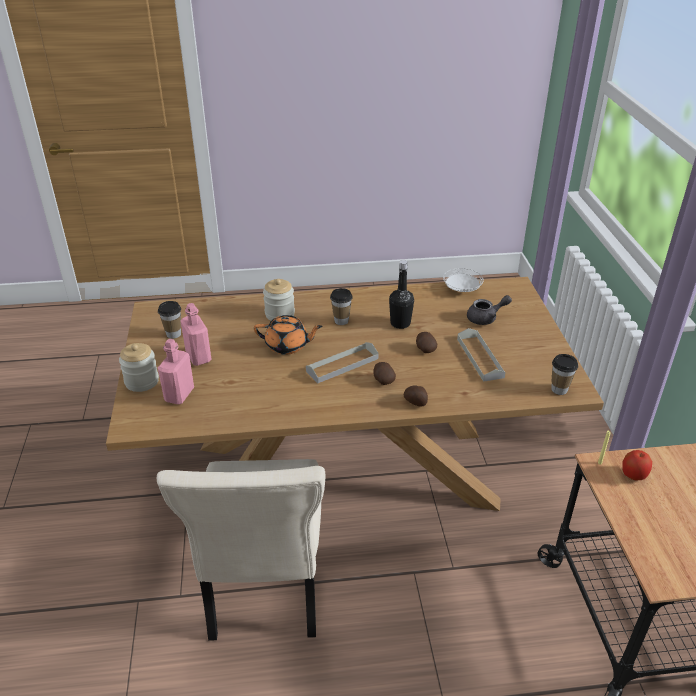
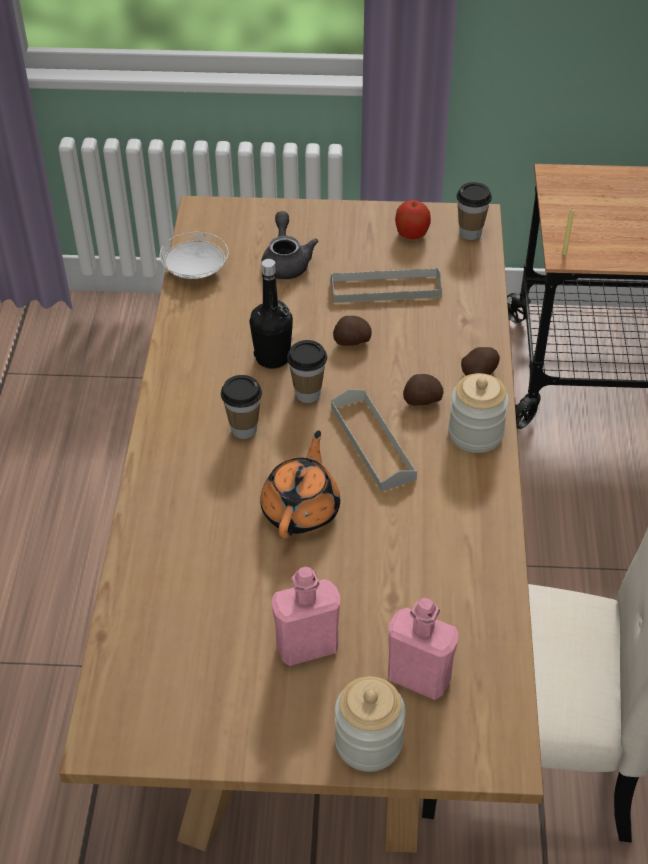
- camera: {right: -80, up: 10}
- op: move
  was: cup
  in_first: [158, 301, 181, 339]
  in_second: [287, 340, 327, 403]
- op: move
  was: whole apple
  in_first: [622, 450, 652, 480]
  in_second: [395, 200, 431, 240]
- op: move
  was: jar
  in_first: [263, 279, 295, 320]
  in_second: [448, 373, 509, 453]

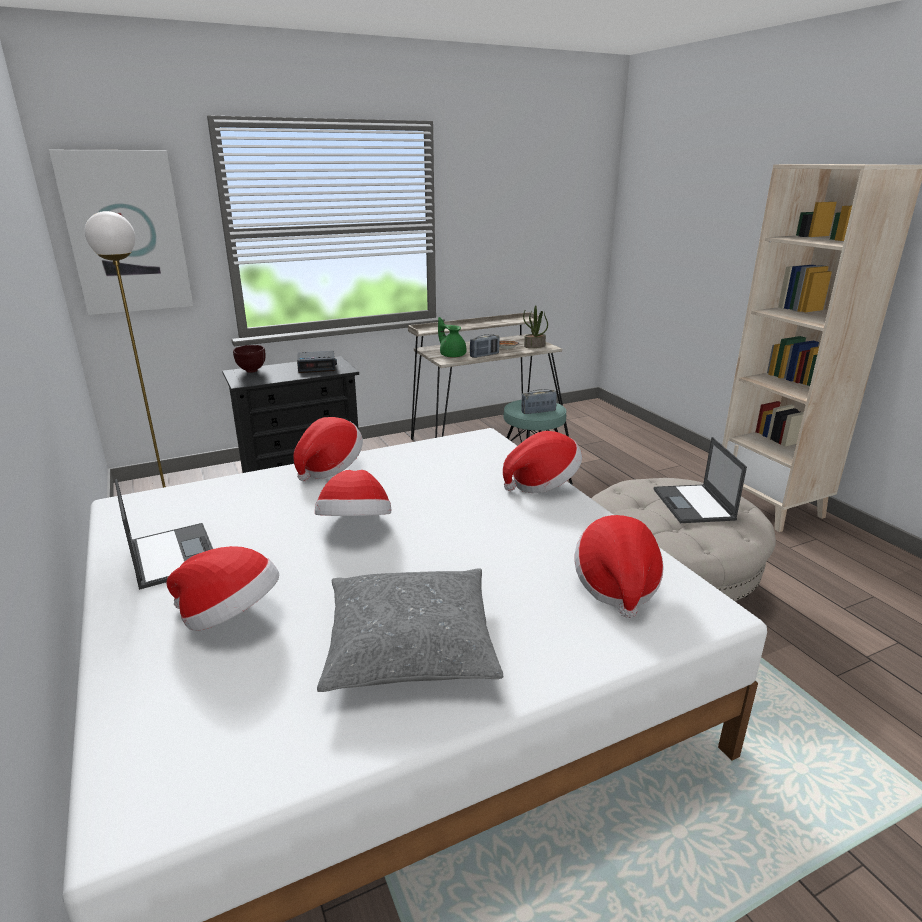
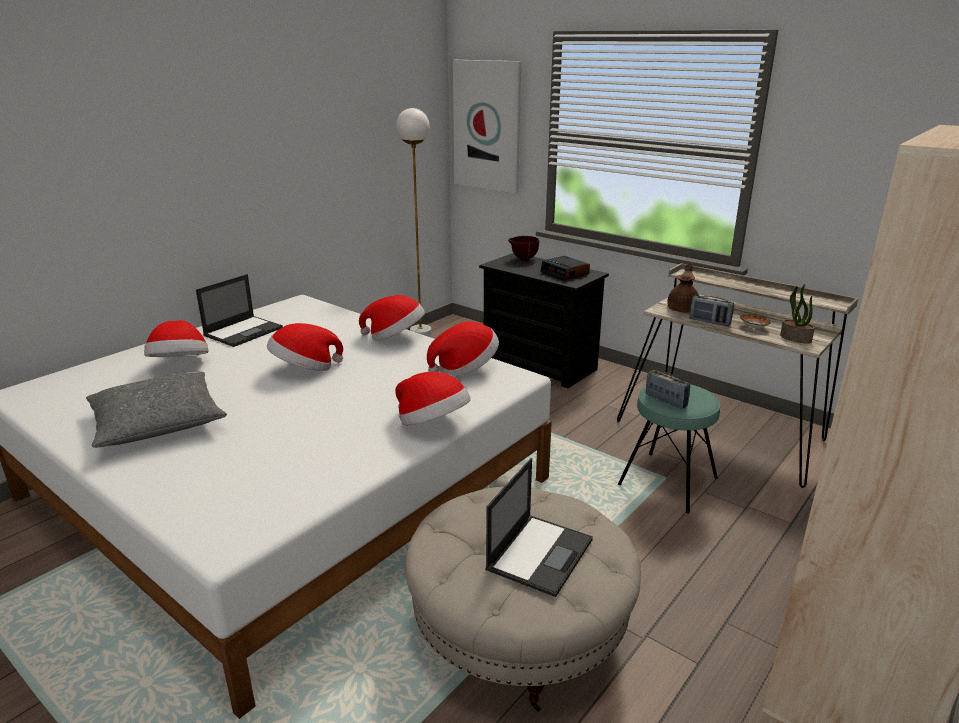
- camera: {right: 65, up: 0}
- op: move
  was: hat
  in_first: [575, 515, 664, 618]
  in_second: [427, 321, 499, 377]
- op: rotate
  was: portable computer
  in_first: [654, 437, 747, 523]
  in_second: [485, 458, 593, 597]
  clockwise: 150
- op: recolor
  was: tea pot in green
  now: tea pot in brownish
  in_first: [438, 317, 467, 358]
  in_second: [667, 262, 699, 312]

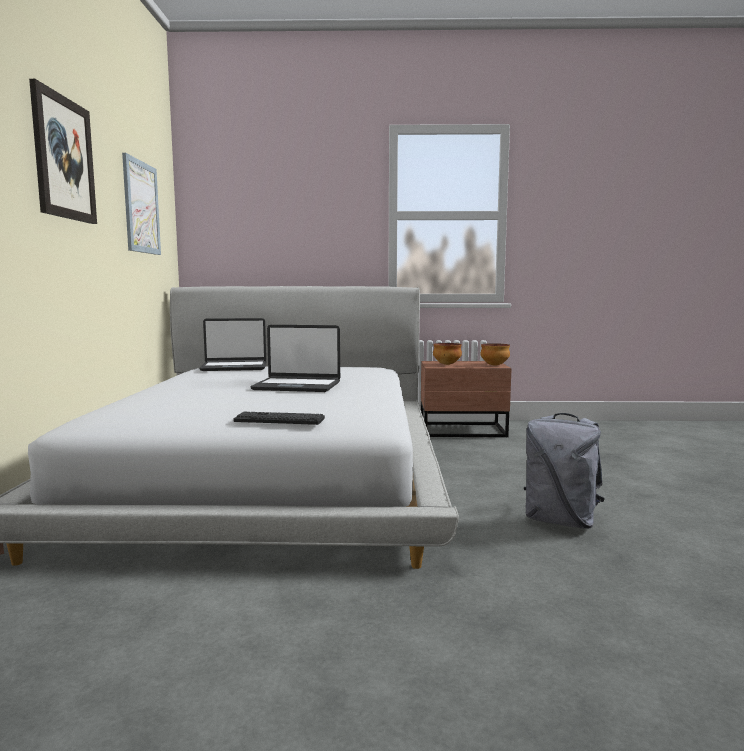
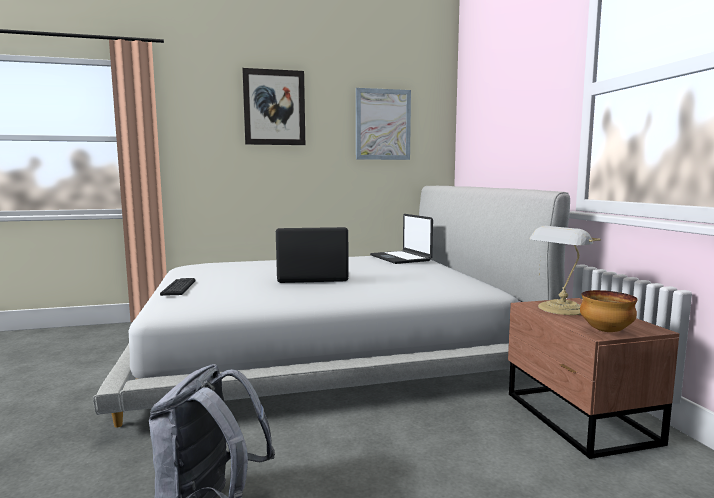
- camera: {right: 75, up: 0}
- op: rotate
  was: portable computer
  in_first: [250, 325, 340, 392]
  in_second: [276, 227, 349, 283]
  clockwise: 90
- op: replace
  was: deep dish
  now: table lamp
  in_first: [433, 343, 462, 365]
  in_second: [530, 226, 601, 315]

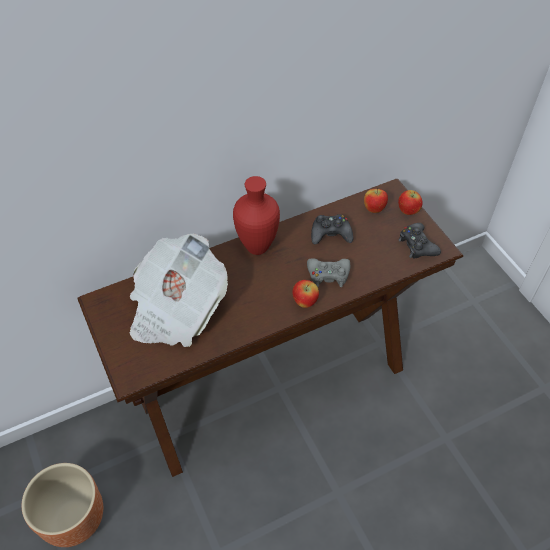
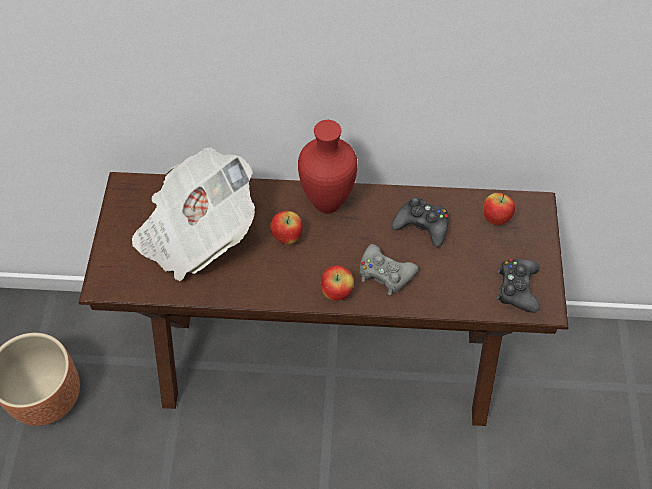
- camera: {right: 30, up: 5}
- op: move
  was: whole apple
  in_first: [398, 190, 423, 215]
  in_second: [270, 211, 303, 244]

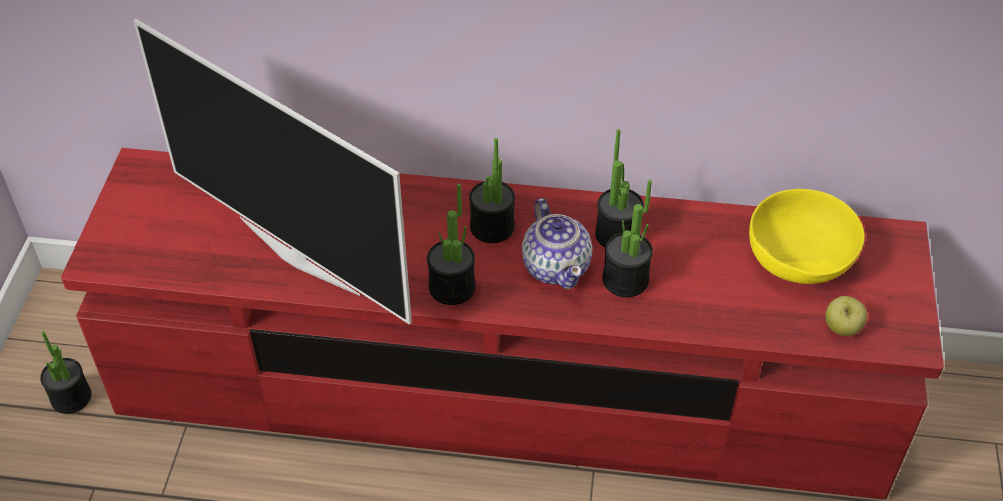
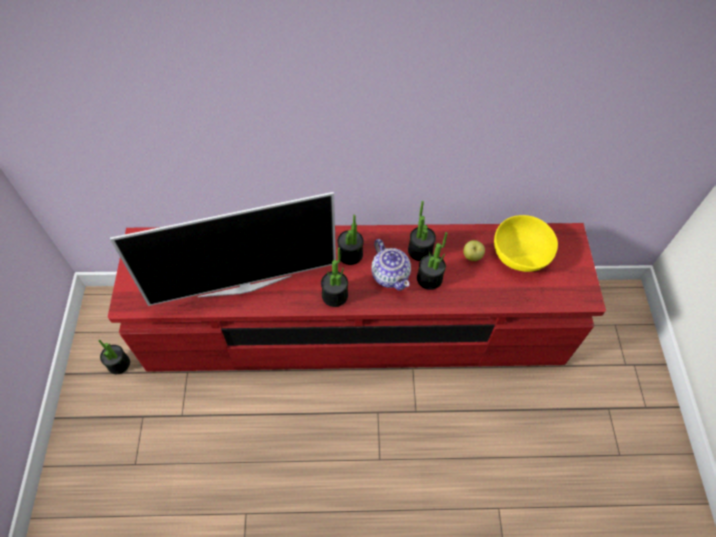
- camera: {right: -10, up: 10}
- op: rotate
  was: TV set
  in_first: [133, 19, 412, 325]
  in_second: [110, 192, 336, 306]
  clockwise: -45
- op: move
  was: whole apple
  in_first: [825, 296, 867, 336]
  in_second: [463, 240, 485, 261]

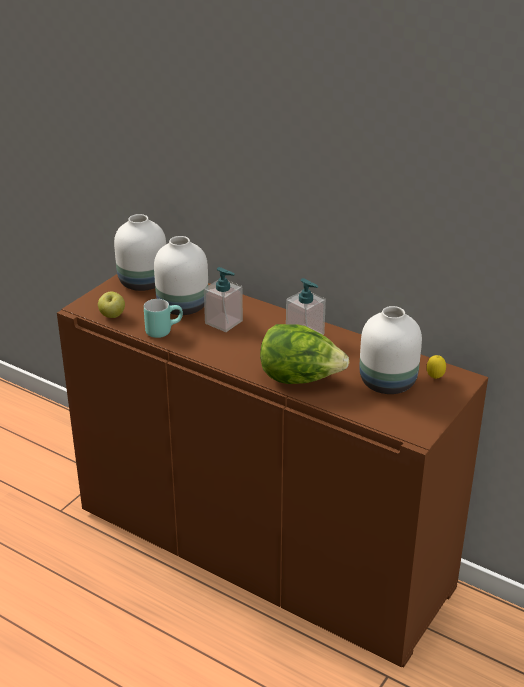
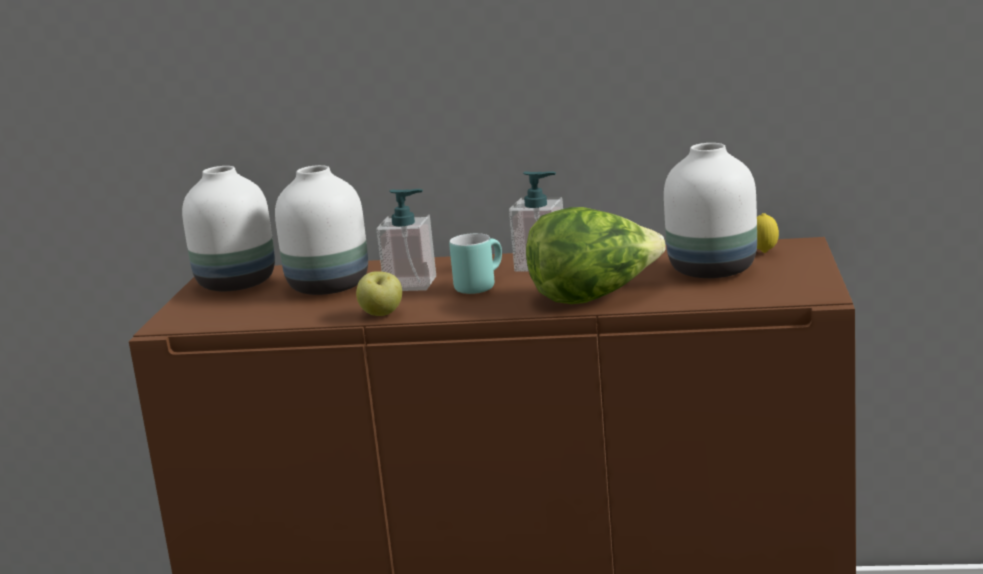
- camera: {right: -25, up: -15}
- op: move
  was: whole apple
  in_first: [98, 292, 125, 318]
  in_second: [356, 271, 402, 316]
- op: move
  was: mug in turquoise
  in_first: [144, 299, 183, 338]
  in_second: [449, 233, 502, 294]

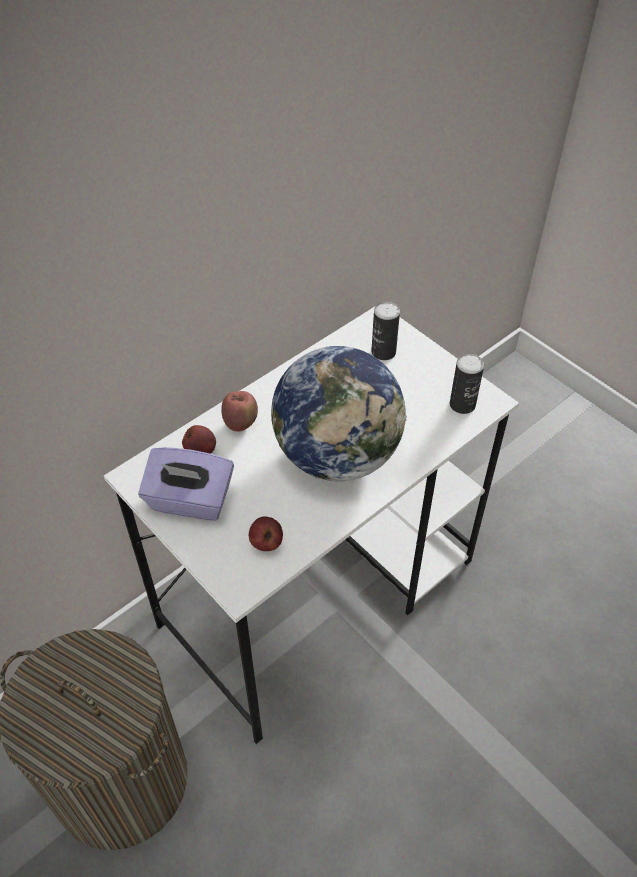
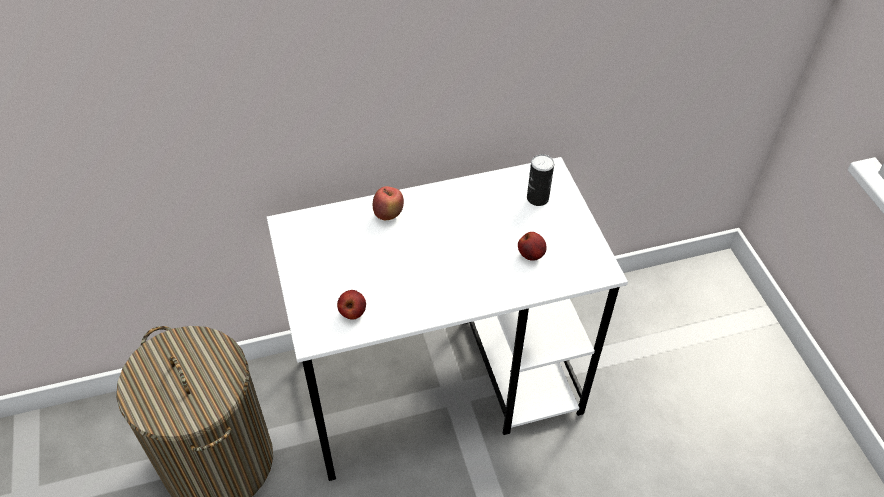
- camera: {right: 25, up: 0}
- op: move
  was: whole apple
  in_first: [182, 425, 216, 454]
  in_second: [518, 232, 546, 261]
- op: delete
  was: box of tissues in purple-coloured
  in_first: [138, 447, 234, 521]
- op: delete
  was: globe
  in_first: [271, 346, 407, 481]
- op: delete
  was: sealed can
  in_first: [450, 354, 484, 414]

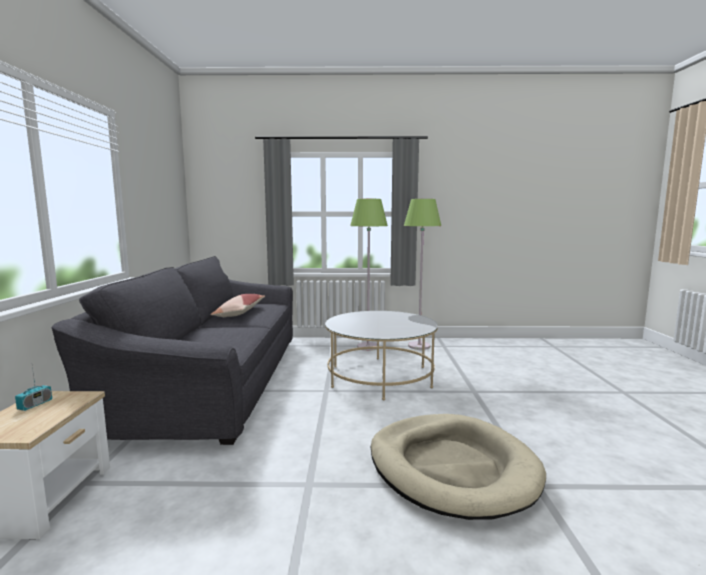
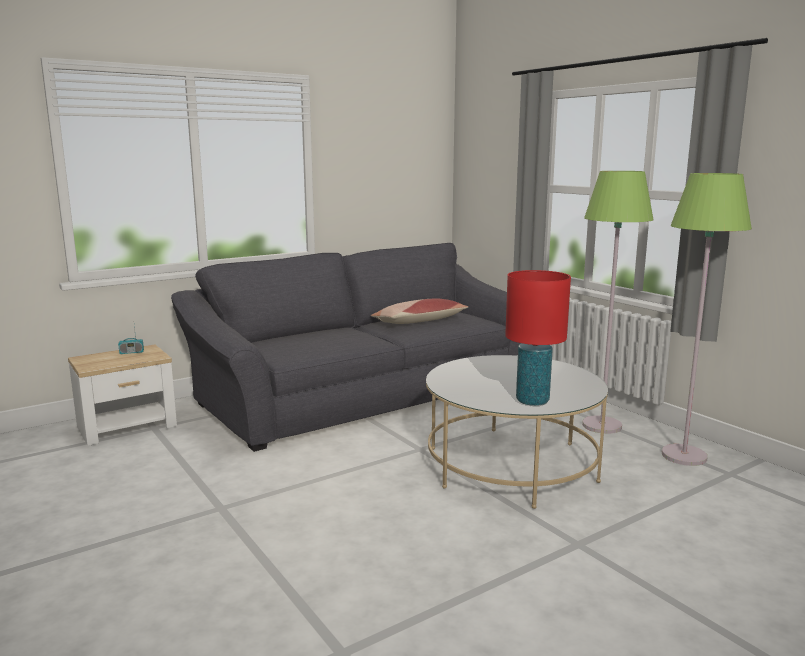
- camera: {right: 55, up: 5}
- op: insert
  now: table lamp in reddish
  in_second: [505, 270, 571, 406]
- op: delete
  was: dog cushion in beige-coloured
  in_first: [371, 414, 546, 520]

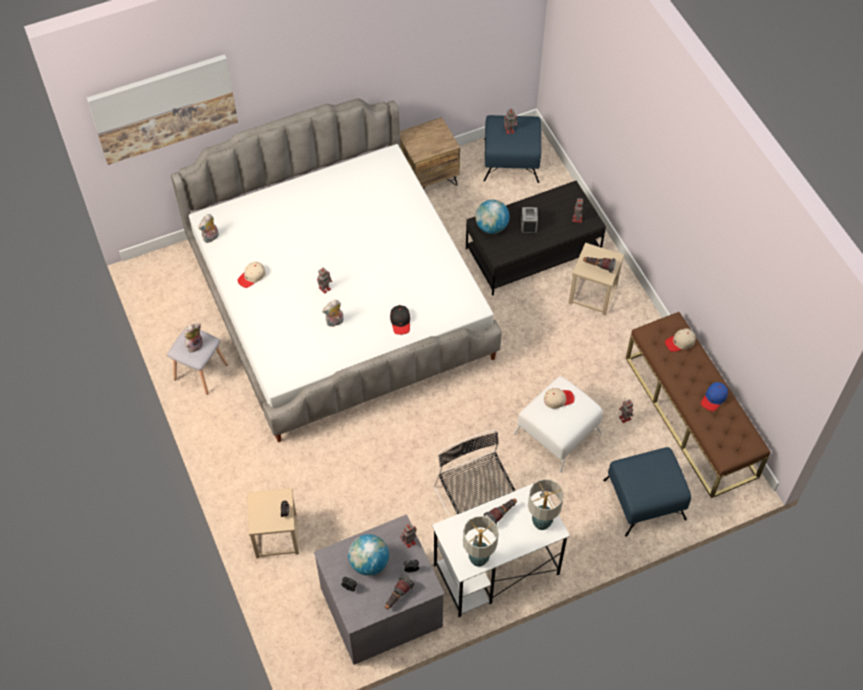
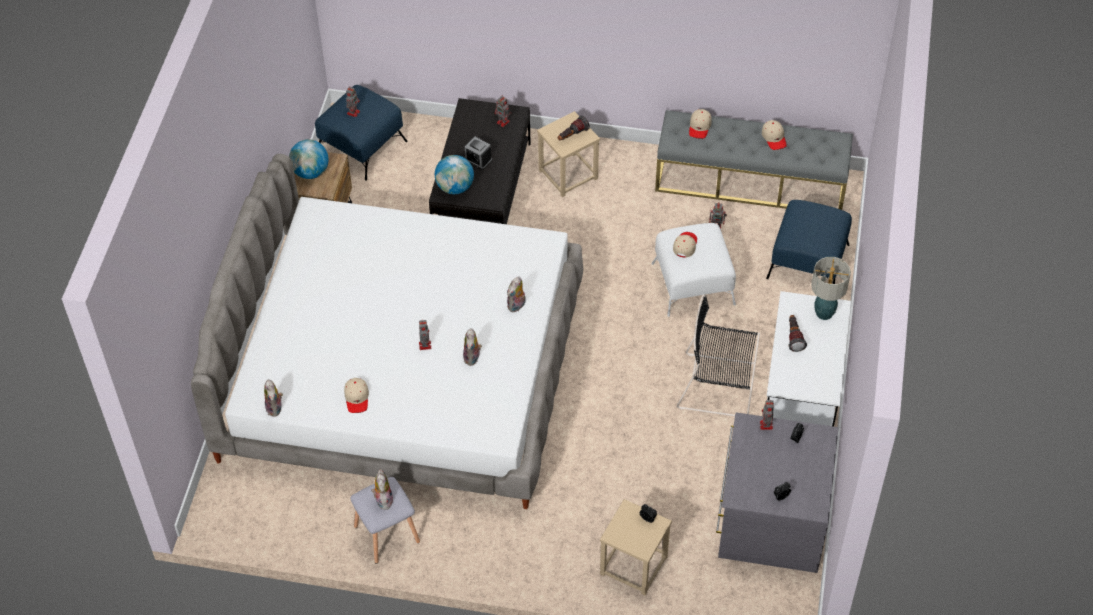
- camera: {right: -55, up: -5}
- op: move
  was: globe
  in_first: [348, 534, 389, 576]
  in_second: [289, 139, 329, 179]
- op: replace
  was: peaked cap in black-coloured
  now: cuddly toy
  in_first: [390, 305, 410, 335]
  in_second: [507, 276, 526, 312]
- op: recolor
  was: indoor bench in brownish
  now: indoor bench in greyish
  in_first: [625, 312, 770, 498]
  in_second: [655, 110, 853, 210]
- op: recolor
  was: peaked cap in blue
  now: peaked cap in beige-coloured
  in_first: [701, 382, 728, 411]
  in_second: [762, 120, 787, 150]
- op: delete
  was: wall picture
  in_first: [86, 54, 238, 165]
- op: delete
  was: flashlight
  in_first: [385, 575, 415, 610]
- op: delete
  was: table lamp
  in_first: [463, 516, 498, 567]

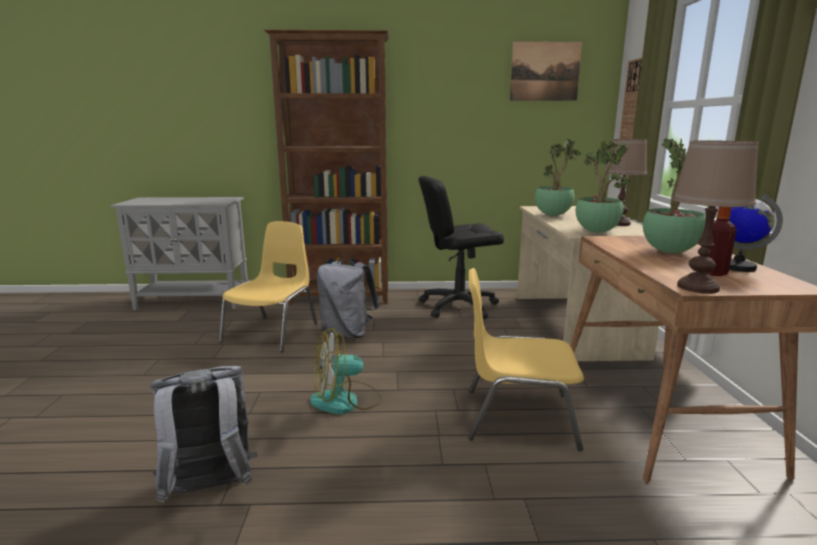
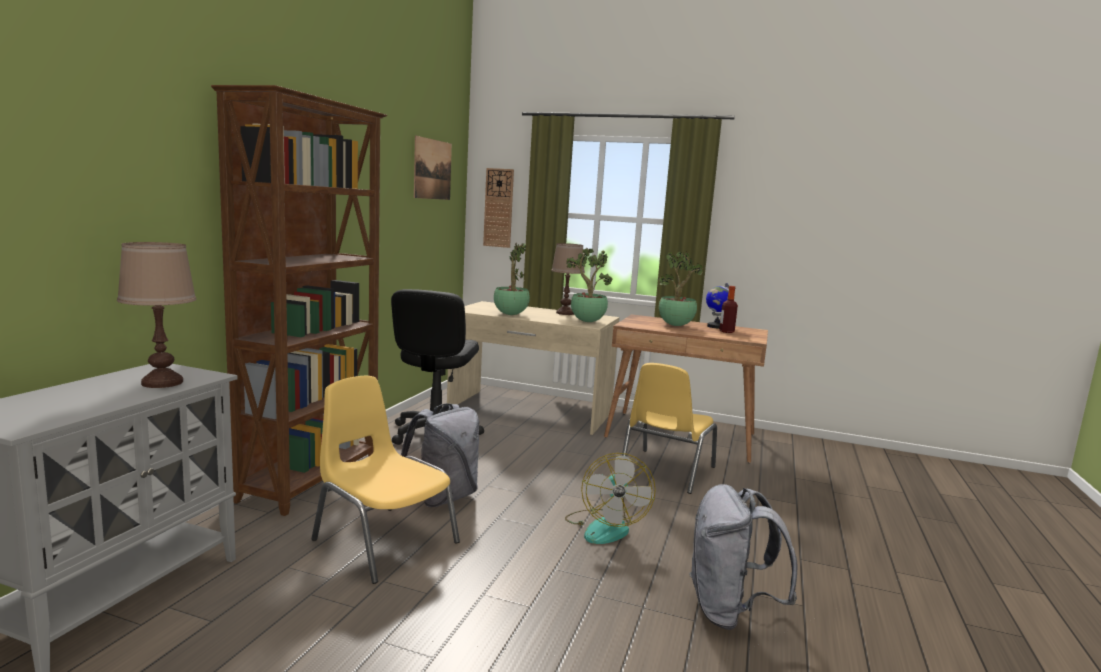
- camera: {right: -70, up: -5}
- op: move
  was: table lamp in brownish
  in_first: [673, 141, 759, 294]
  in_second: [117, 242, 196, 388]

